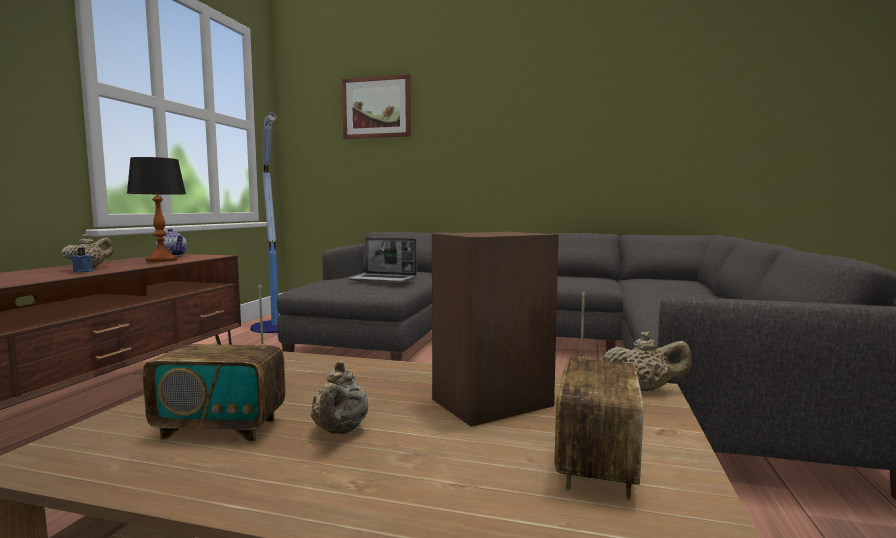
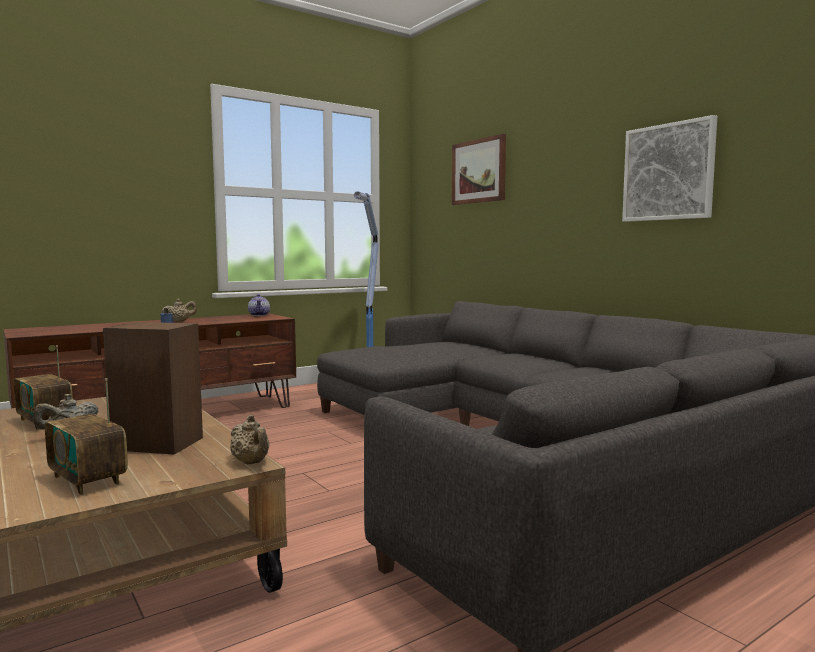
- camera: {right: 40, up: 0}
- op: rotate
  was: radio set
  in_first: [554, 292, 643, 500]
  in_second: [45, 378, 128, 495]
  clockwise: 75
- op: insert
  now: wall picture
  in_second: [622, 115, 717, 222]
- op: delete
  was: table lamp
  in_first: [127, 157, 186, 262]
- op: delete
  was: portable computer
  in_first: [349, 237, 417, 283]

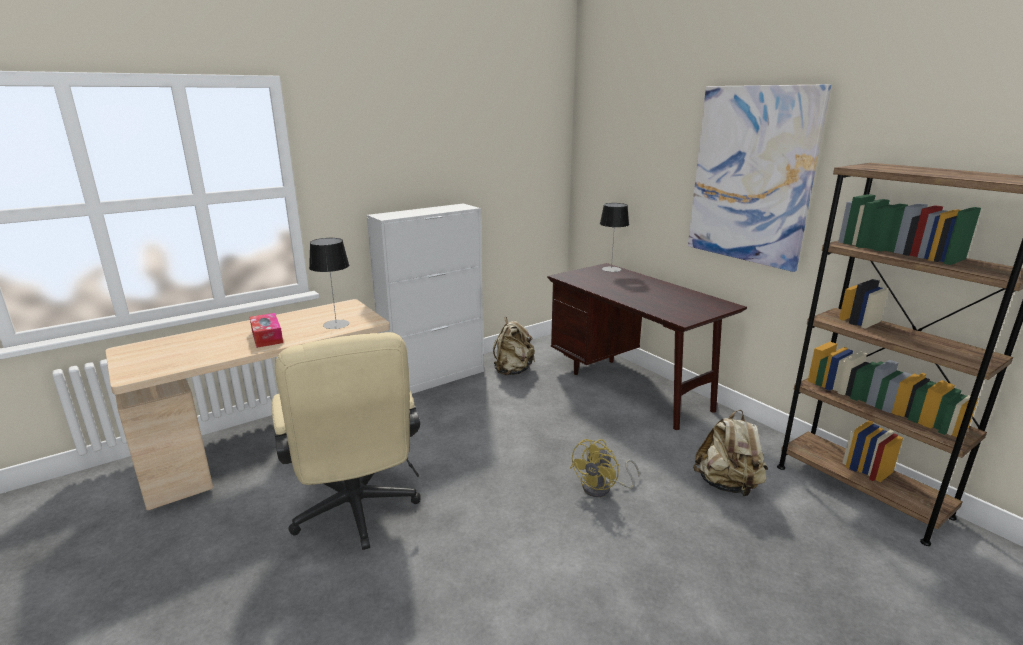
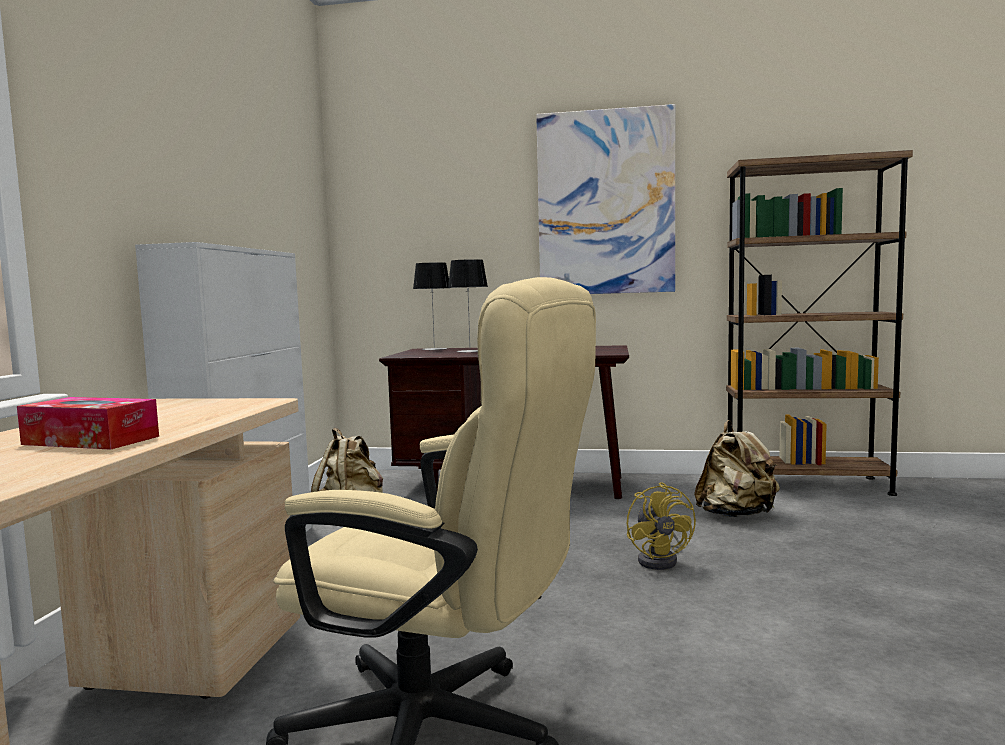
- camera: {right: -45, up: -15}
- op: move
  was: table lamp
  in_first: [309, 238, 349, 329]
  in_second: [448, 259, 488, 353]

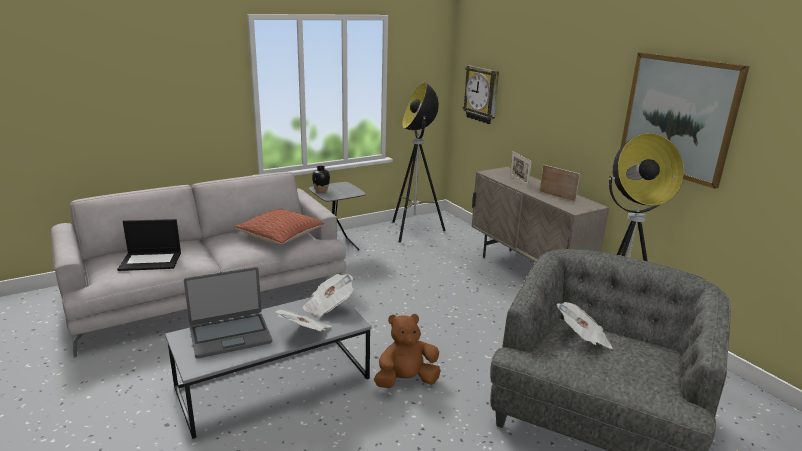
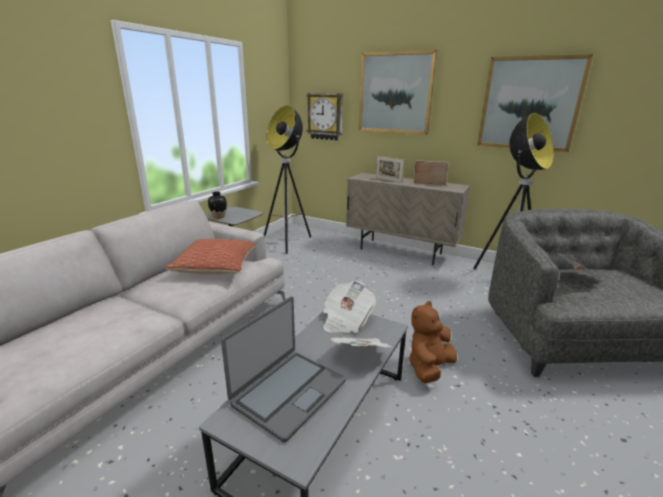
- camera: {right: -30, up: 0}
- op: insert
  now: wall picture
  in_second: [359, 50, 437, 135]
- op: delete
  was: portable computer
  in_first: [117, 219, 181, 271]

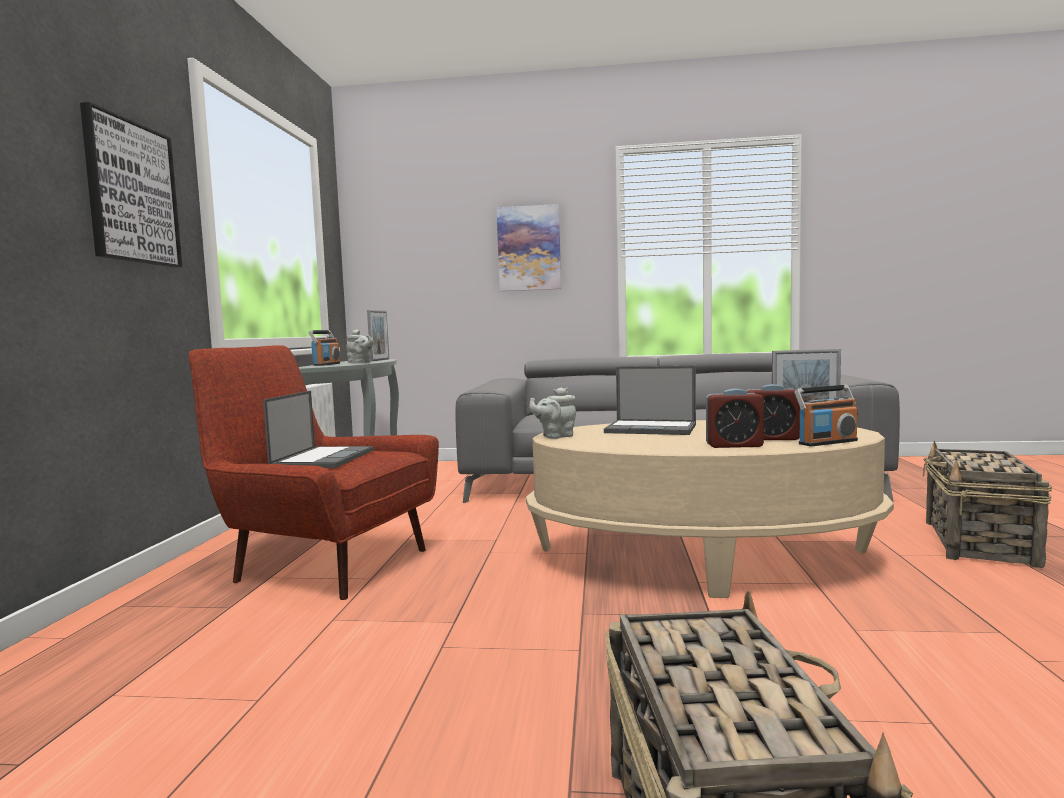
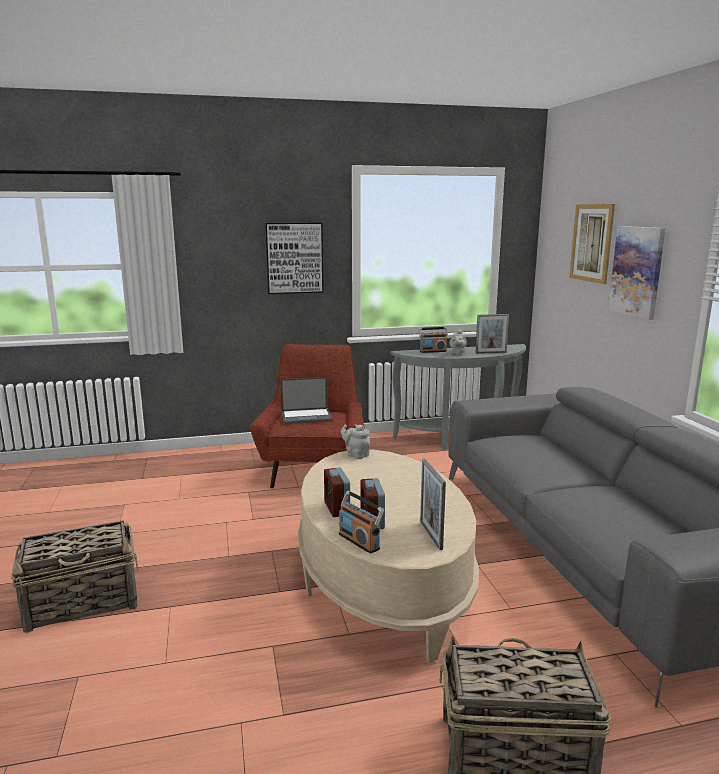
- camera: {right: 70, up: 10}
- op: insert
  now: wall picture
  in_second: [569, 204, 615, 284]
- op: delete
  was: portable computer
  in_first: [604, 366, 696, 435]

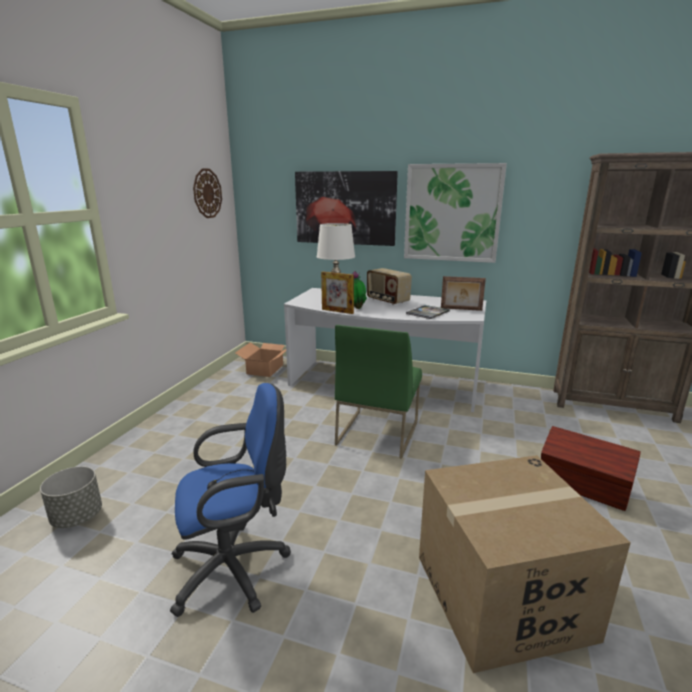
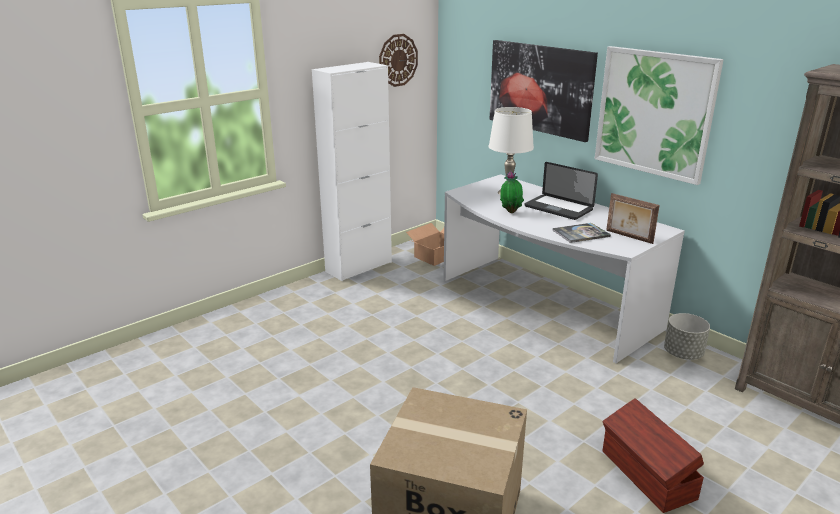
- camera: {right: 30, up: 5}
- op: insert
  now: cabinet in whitish
  in_second: [312, 62, 392, 281]
- op: replace
  was: radio set
  now: portable computer
  in_first: [367, 268, 412, 305]
  in_second: [524, 162, 598, 220]
- op: move
  was: flower pot in greyish
  in_first: [40, 466, 102, 528]
  in_second: [664, 313, 710, 360]
- op: delete
  was: desk chair in blue
  in_first: [170, 383, 291, 617]
- op: delete
  was: standing frame
  in_first: [321, 272, 354, 314]
- op: delete
  was: plain chair in green
  in_first: [335, 325, 422, 459]

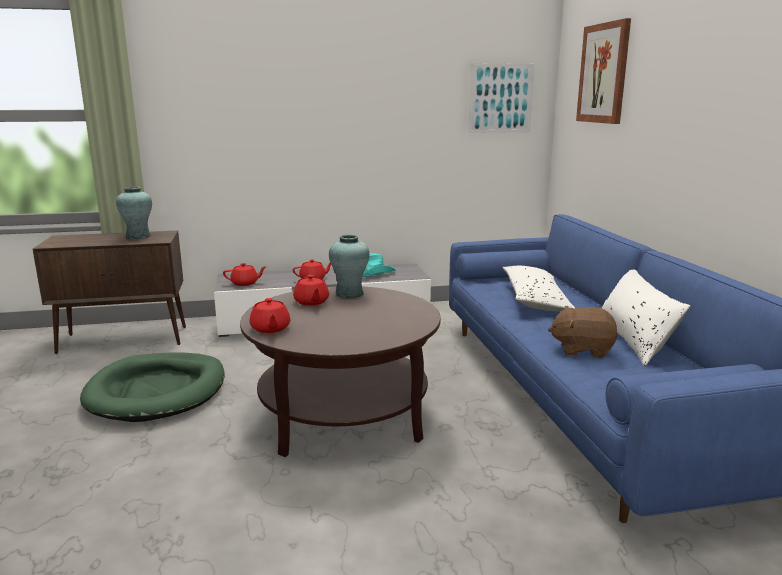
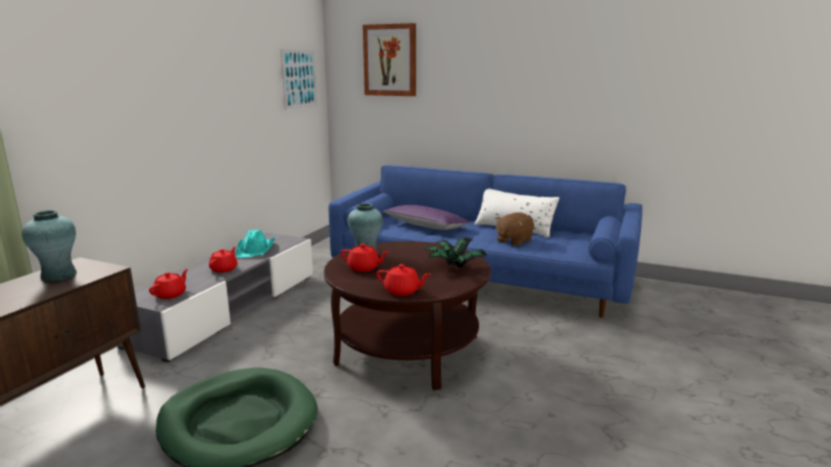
- camera: {right: -55, up: 0}
- op: recolor
  was: throw pillow in whitish
  now: throw pillow in purple-coloured
  in_first: [503, 266, 575, 311]
  in_second: [383, 205, 470, 230]
- op: insert
  now: potted plant
  in_second: [423, 237, 487, 268]

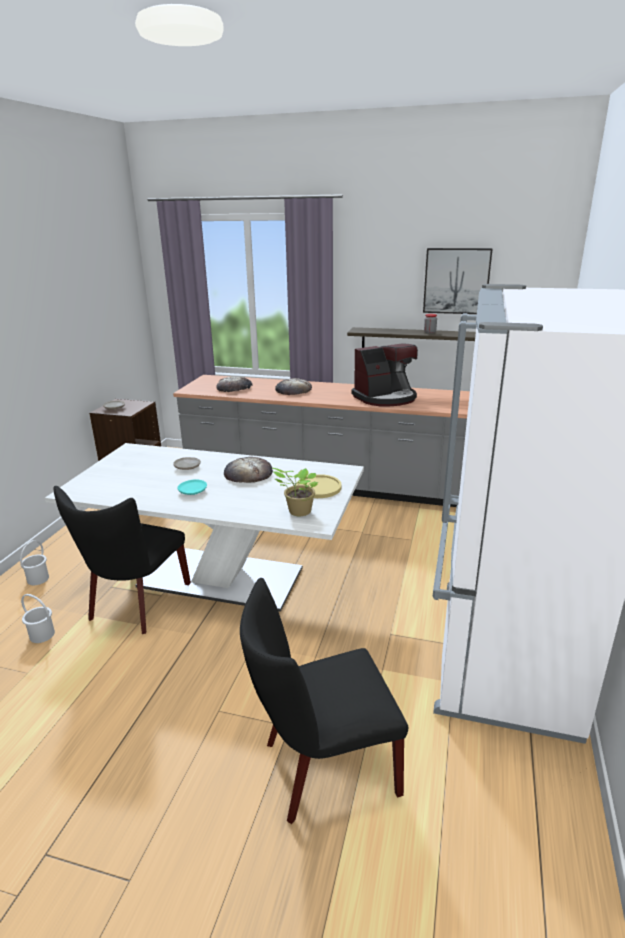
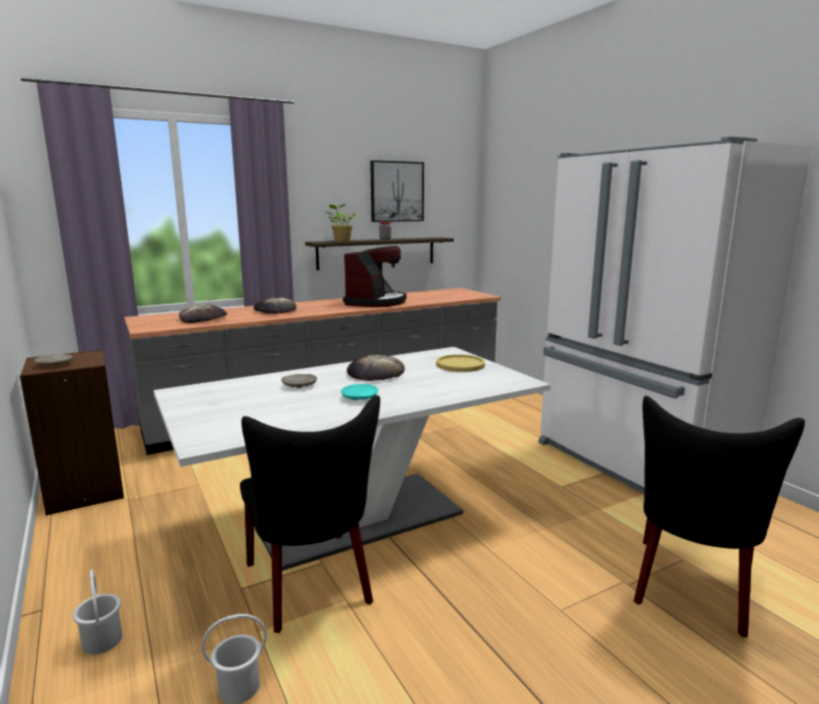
- camera: {right: -45, up: -10}
- op: move
  was: potted plant
  in_first: [273, 468, 318, 516]
  in_second: [326, 204, 357, 241]

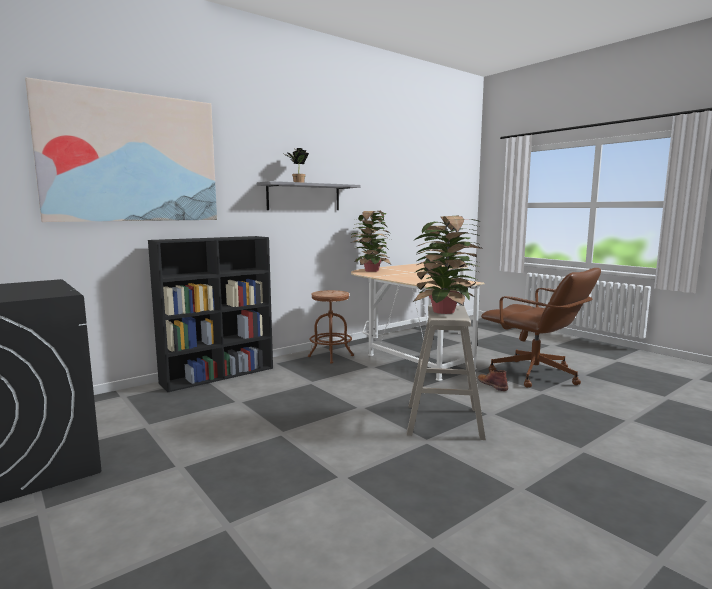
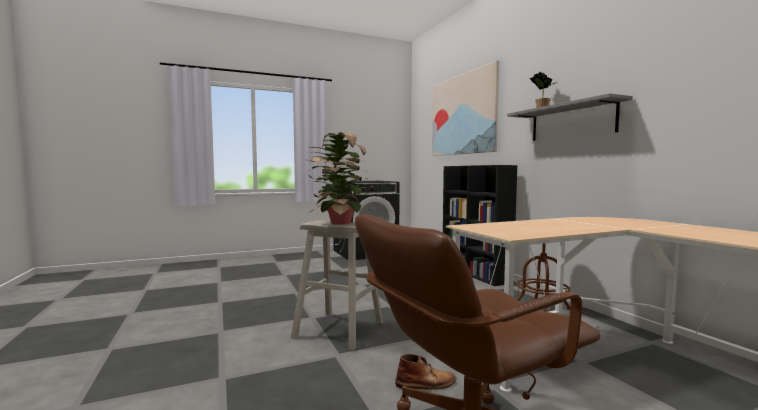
- camera: {right: 105, up: -5}
- op: delete
  was: potted plant
  in_first: [351, 211, 391, 272]

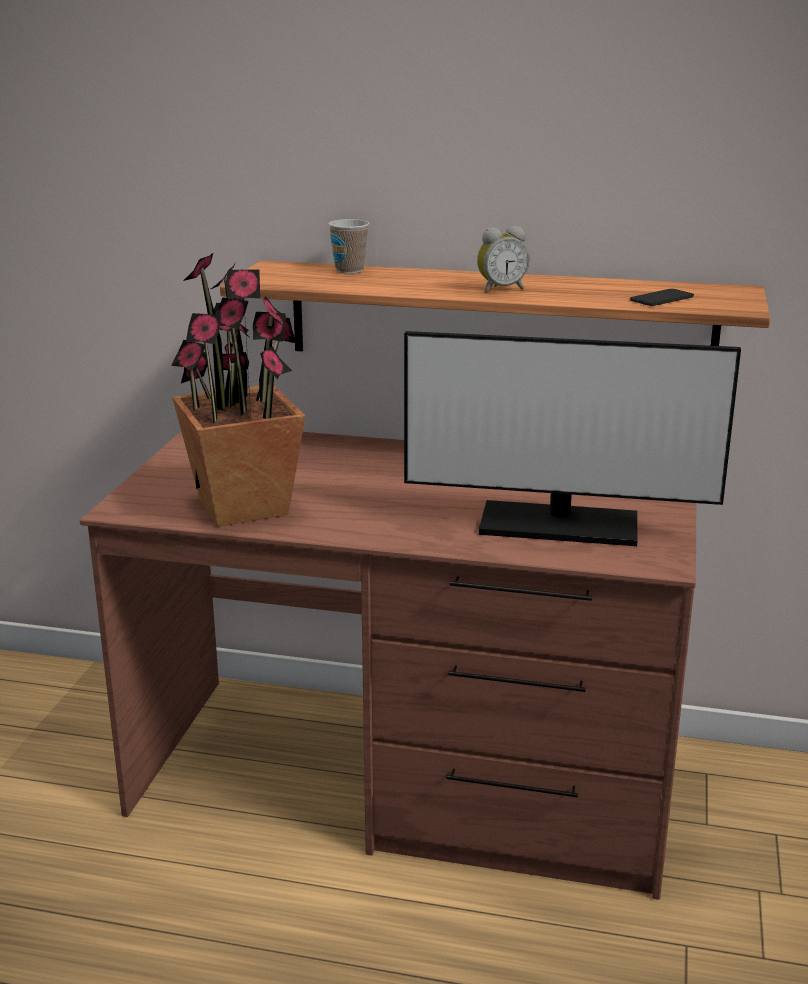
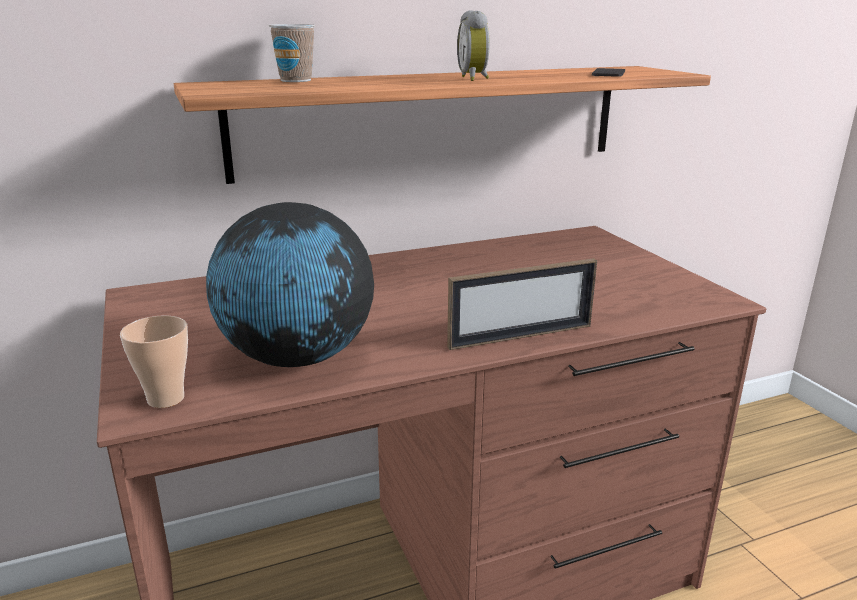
- camera: {right: -35, up: 0}
- op: insert
  now: cup
  in_second: [120, 316, 188, 408]
- op: replace
  was: potted plant
  now: globe
  in_first: [171, 252, 305, 527]
  in_second: [206, 202, 374, 367]
- op: insert
  now: standing frame
  in_second: [447, 258, 597, 350]
- op: rotate
  was: alarm clock
  in_first: [477, 226, 529, 293]
  in_second: [457, 10, 490, 81]
  clockwise: 135
- op: delete
  was: computer display
  in_first: [404, 331, 741, 546]

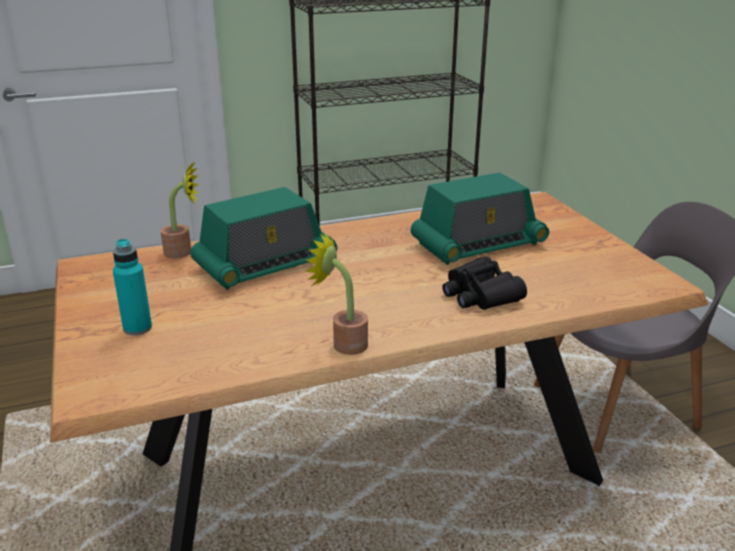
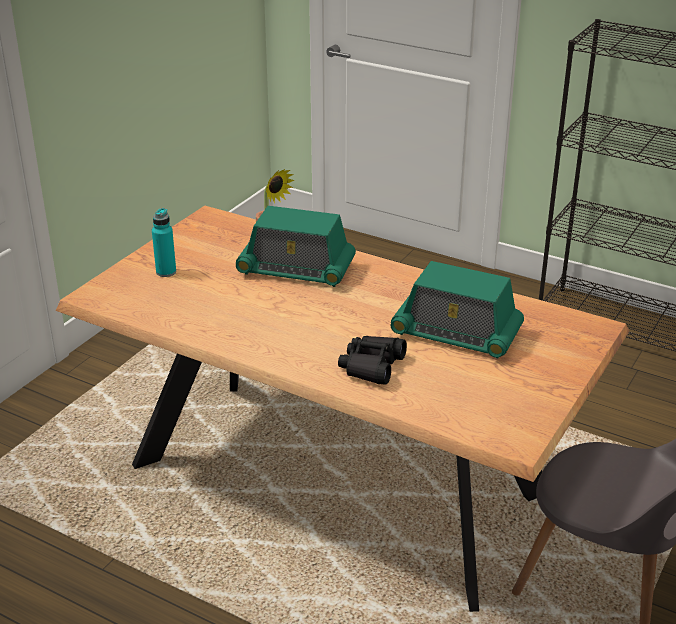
- camera: {right: 50, up: 5}
- op: delete
  was: potted plant
  in_first: [305, 233, 368, 355]

